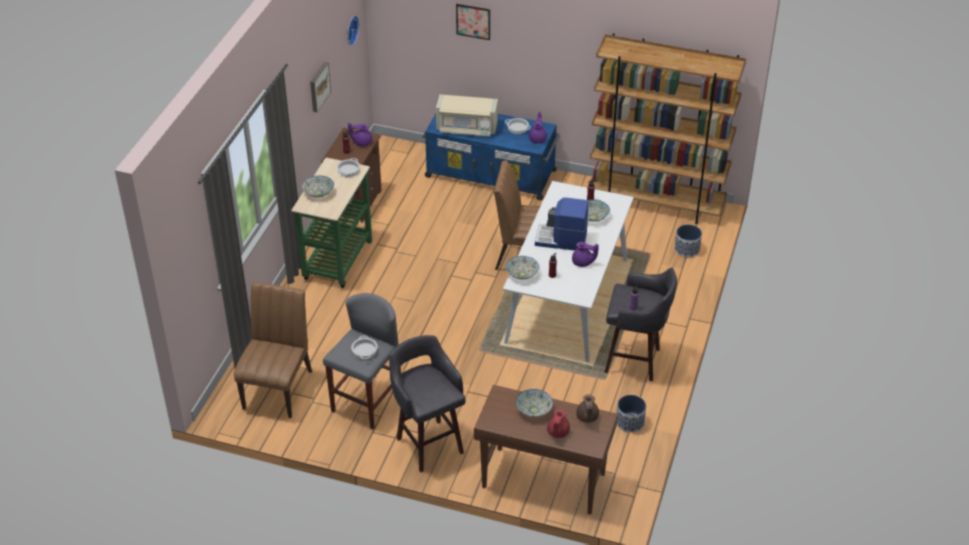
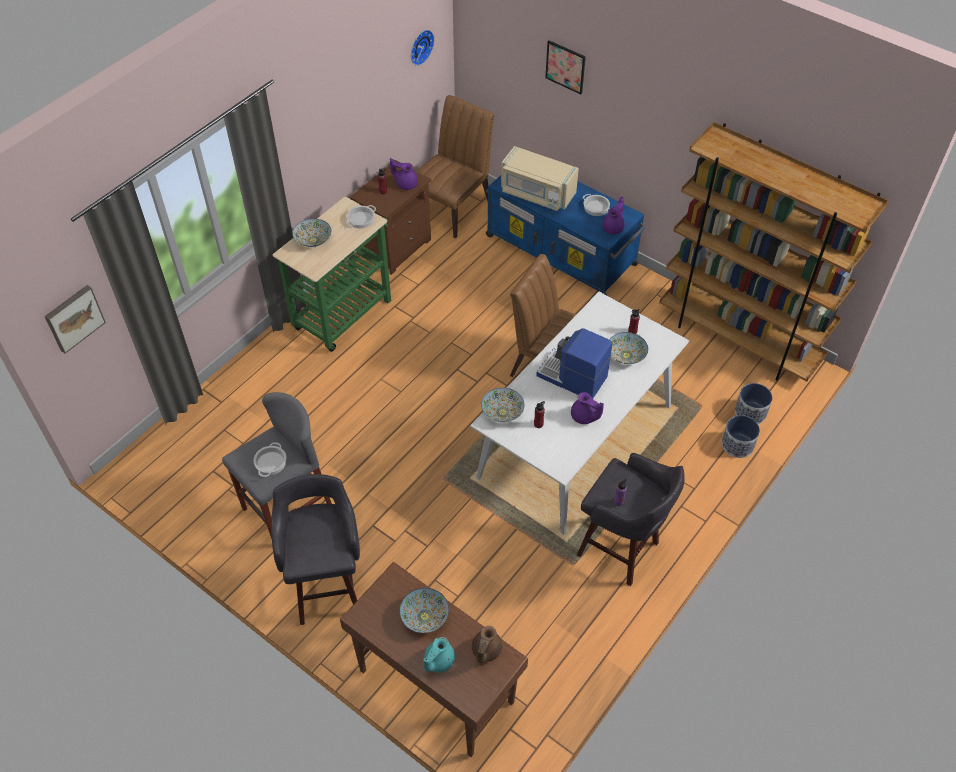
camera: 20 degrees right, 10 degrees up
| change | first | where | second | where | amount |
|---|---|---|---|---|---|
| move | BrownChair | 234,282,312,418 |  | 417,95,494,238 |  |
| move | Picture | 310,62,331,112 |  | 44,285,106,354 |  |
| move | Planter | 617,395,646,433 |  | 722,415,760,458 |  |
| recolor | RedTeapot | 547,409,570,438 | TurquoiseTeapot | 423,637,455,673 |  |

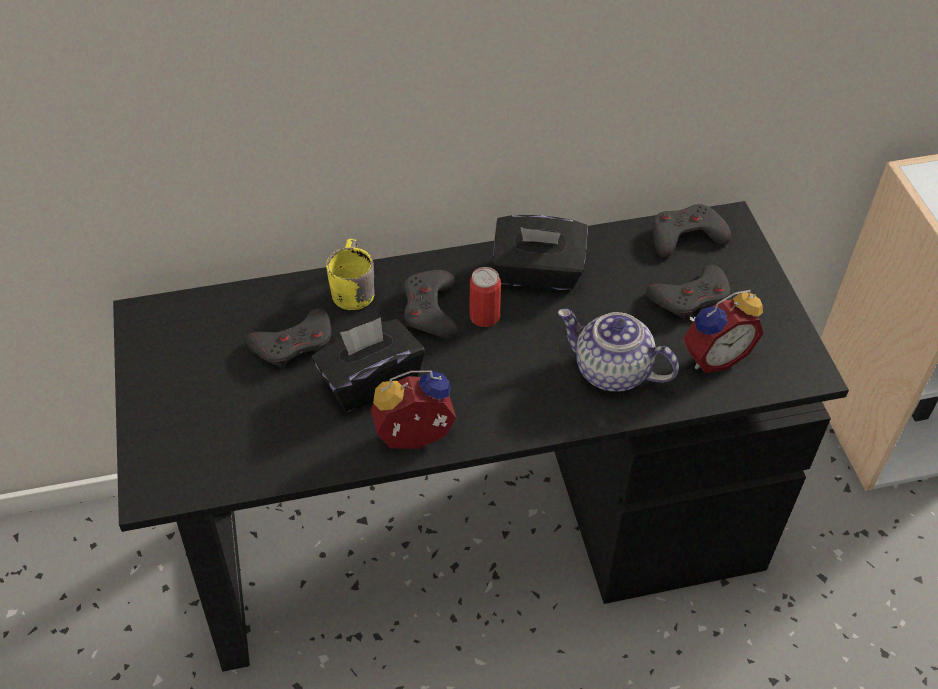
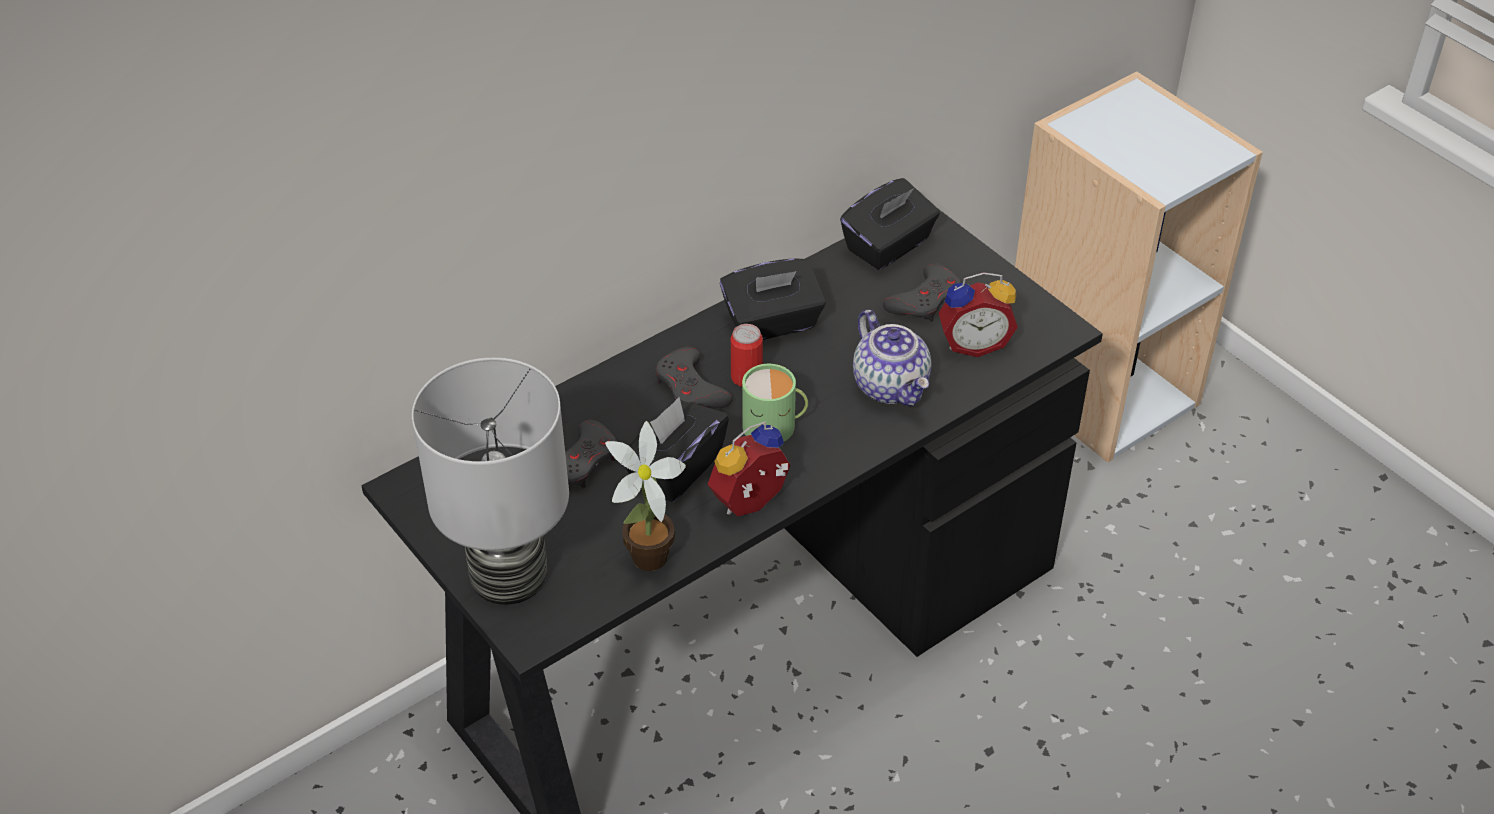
camera: 25 degrees left, 5 degrees down
| change | first | where | second | where | amount |
|---|---|---|---|---|---|
| delete | YellowMug | 326,239,375,310 |  |  |  |
| insert |  |  | GreyTableLamp | 412,357,569,605 |  |
| insert |  |  | PottedPlant | 605,421,686,571 |  |
| insert |  |  | GreenMug | 742,364,808,442 |  |
| replace | GreyGameController | 653,204,731,257 | BlackTissueBox | 840,178,940,270 |  |
| rotate | Teapot | 558,308,679,392 |  | 853,310,931,406 | 120 degrees counterclockwise |
| rotate | AlarmClock | 683,290,764,373 |  | 939,272,1018,357 | 45 degrees clockwise |

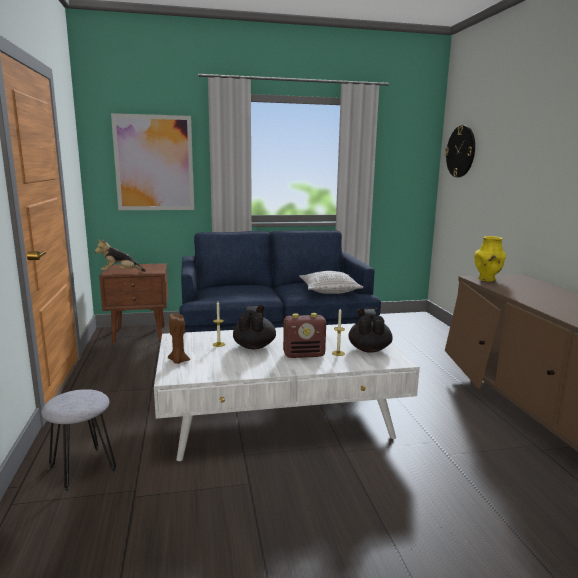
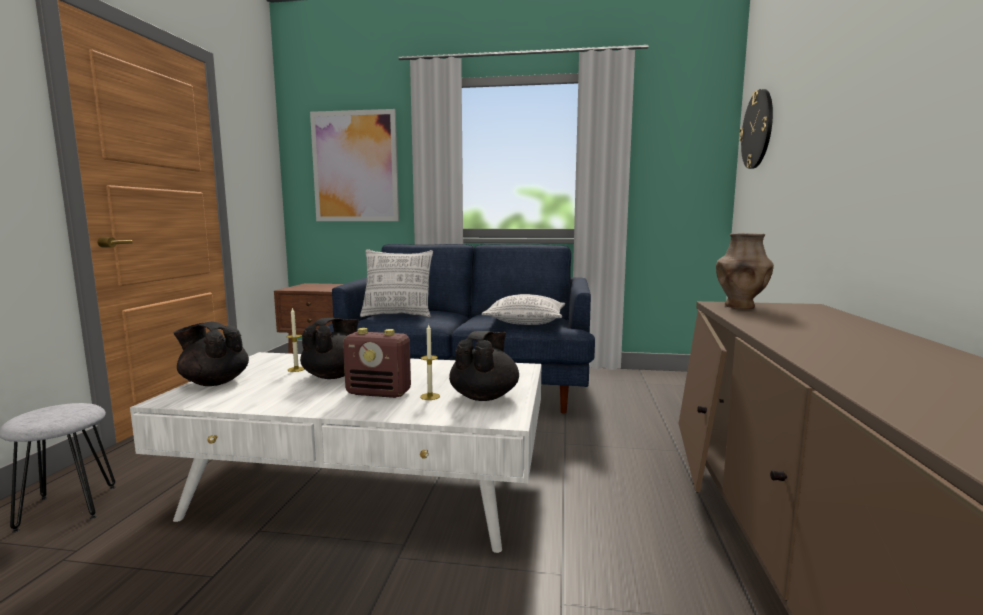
camera: 20 degrees right, 5 degrees down
| change | first | where | second | where | amount |
|---|---|---|---|---|---|
| delete | PlushToy | 95,239,146,272 |  |  |  |
| insert |  |  | Pillow | 360,249,433,318 |  |
| replace | BrownCandle | 168,314,190,364 | BlackTeapot | 174,322,249,386 |  |
| recolor | YellowVase | 474,236,506,282 | BrownVase | 716,233,774,309 |  |

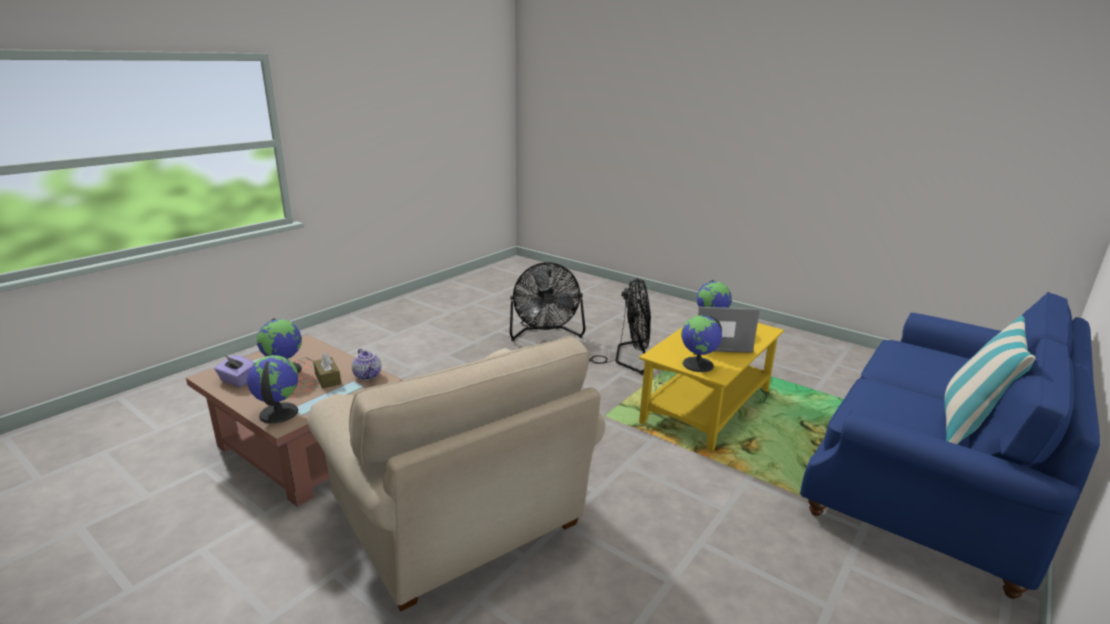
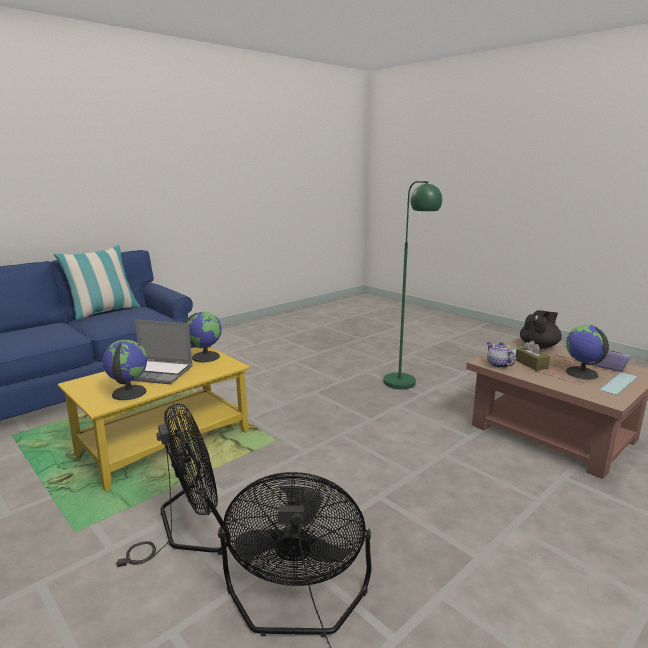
camera: 170 degrees left, 5 degrees down
| change | first | where | second | where | amount |
|---|---|---|---|---|---|
| replace | Globe | 247,355,299,423 | BlackTeapot | 520,310,562,349 |  |
| replace | BeigeArmchair | 307,336,605,611 | GreenFloorLamp | 383,181,442,389 |  |
| rotate | BlackFan | 589,278,651,375 |  | 114,403,231,567 | 135 degrees clockwise |

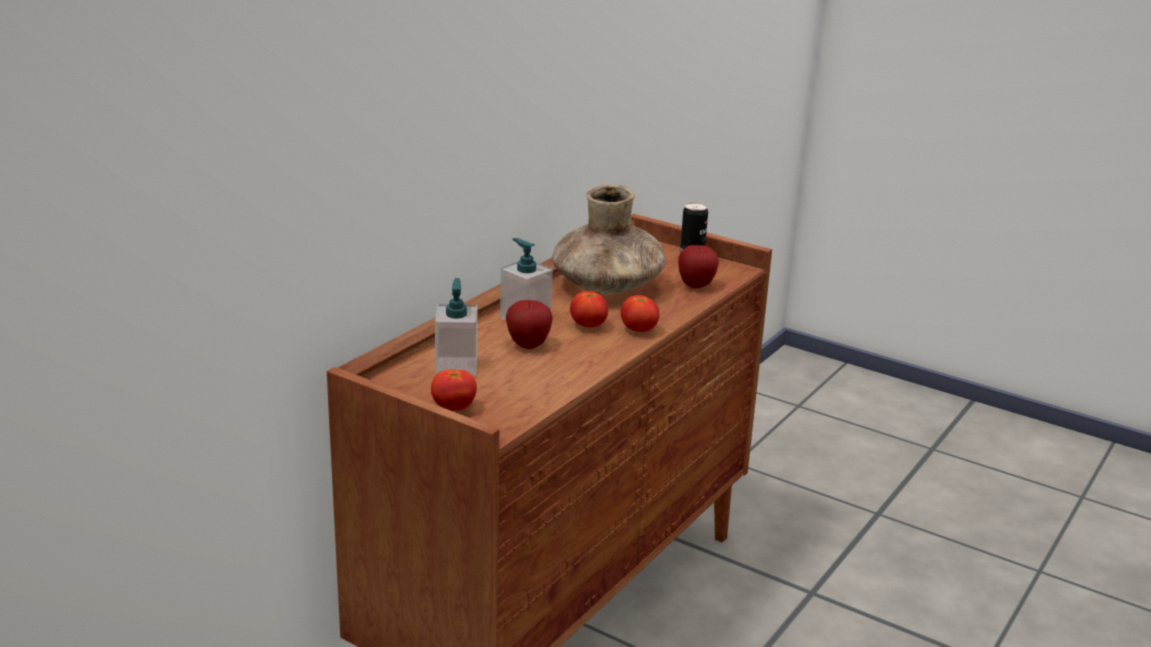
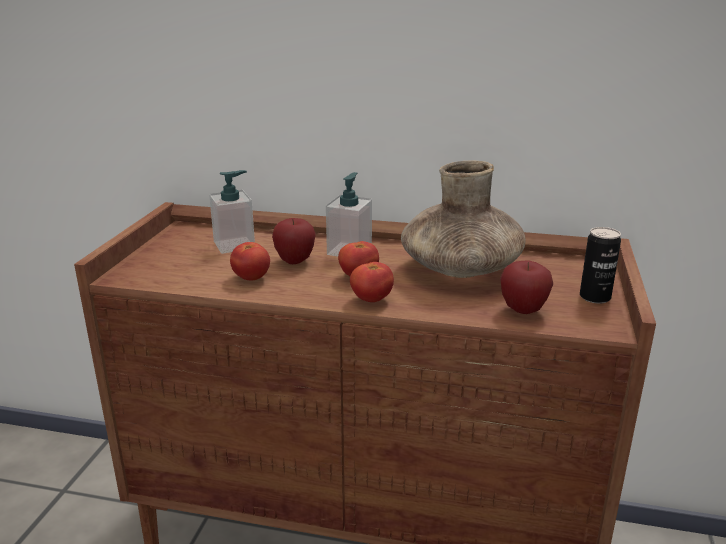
camera: 70 degrees right, 0 degrees up
| change | first | where | second | where | amount |
|---|---|---|---|---|---|
| move | Tomato | 431,369,477,411 |  | 230,242,270,280 |  |

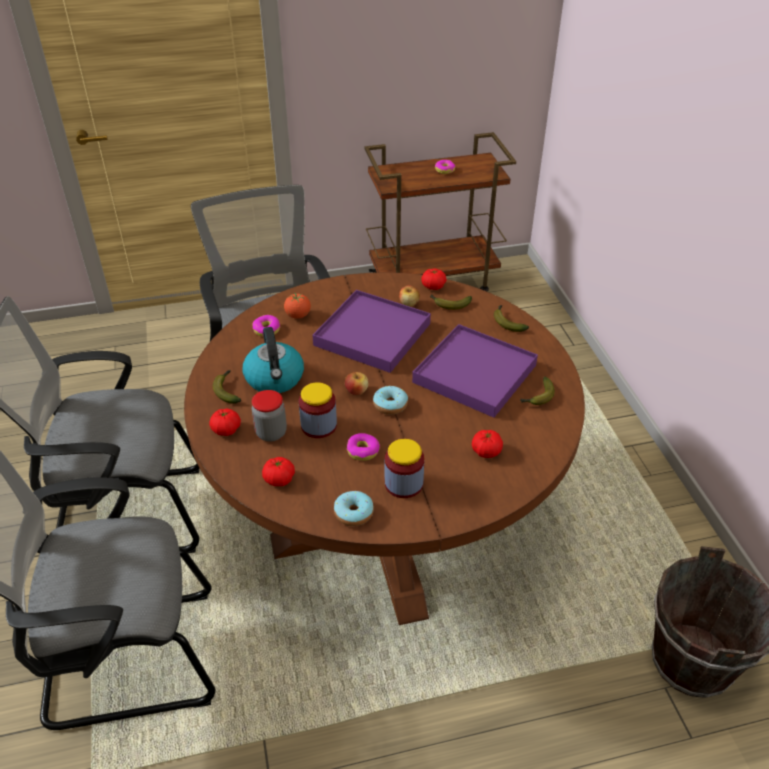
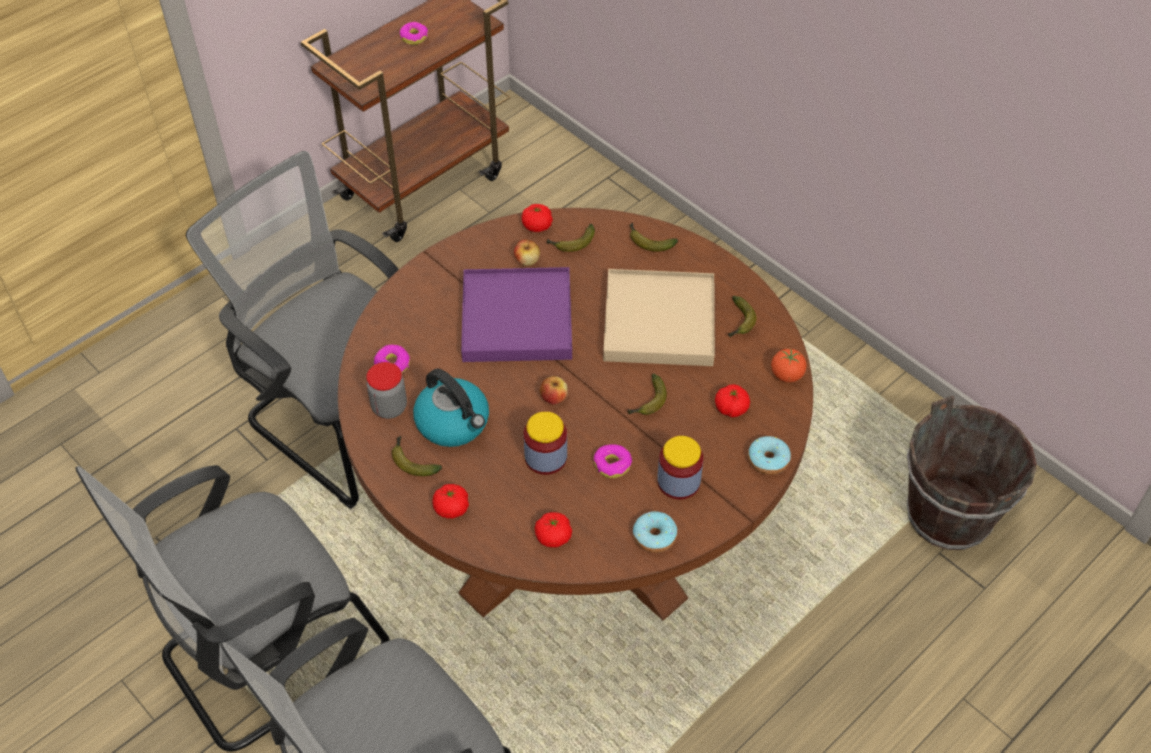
camera: 30 degrees left, 10 degrees up
| change | first | where | second | where | amount |
|---|---|---|---|---|---|
| insert |  |  | Banana | 628,374,667,415 |  |
| move | Jar | 252,390,287,442 |  | 366,362,407,419 |  |
| move | Tomato | 284,293,311,319 |  | 771,349,807,382 |  |
| move | Donut | 373,386,408,415 |  | 748,436,791,475 |  |
| recolor | PurpleTray | 412,324,538,418 | BeigeTray | 603,269,715,366 |  |

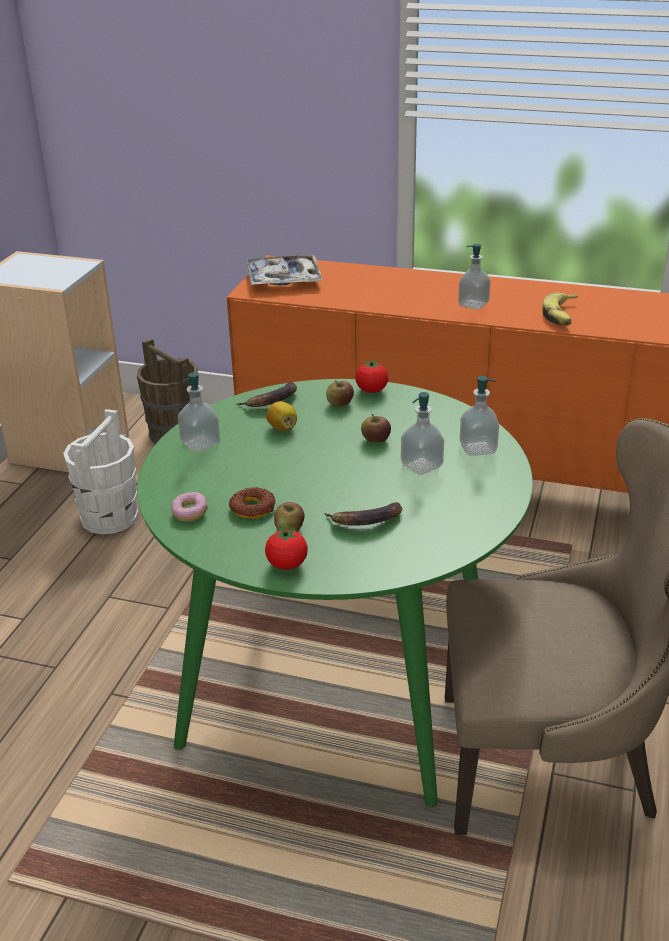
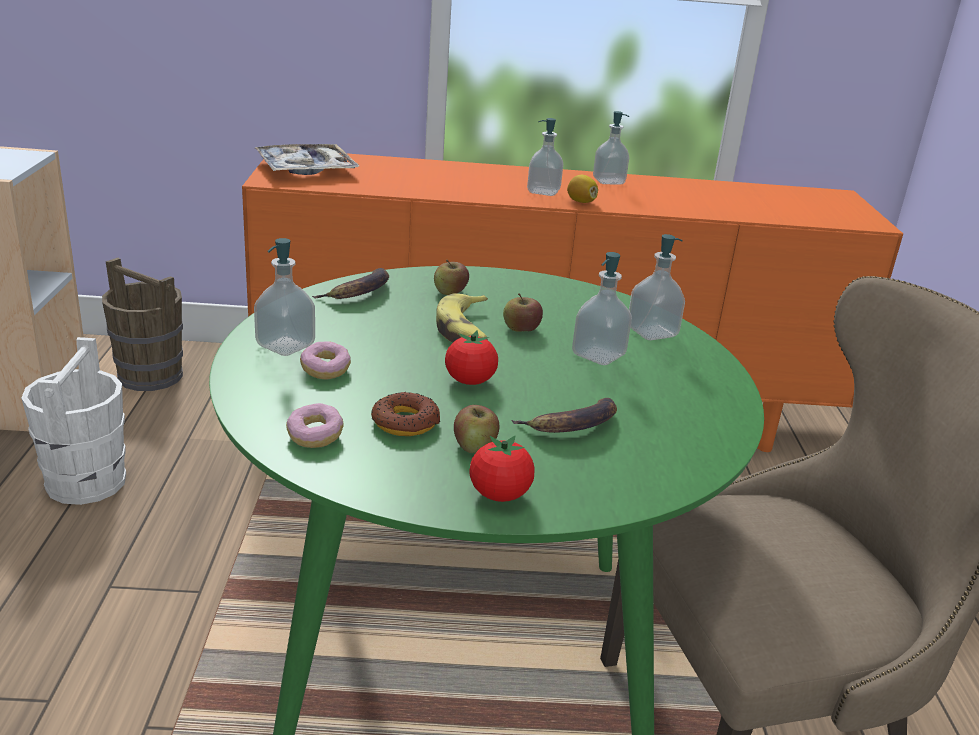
camera: 20 degrees left, 5 degrees down
| change | first | where | second | where | amount |
|---|---|---|---|---|---|
| insert |  |  | Donut | 300,341,351,379 |  |
| insert |  |  | SoapDispenser | 593,111,629,184 |  |
| move | Lemon | 266,401,297,431 |  | 567,175,598,203 |  |
| move | Tomato | 355,359,388,393 |  | 445,330,498,385 |  |
| move | Banana | 543,292,578,326 |  | 436,293,488,342 |  |

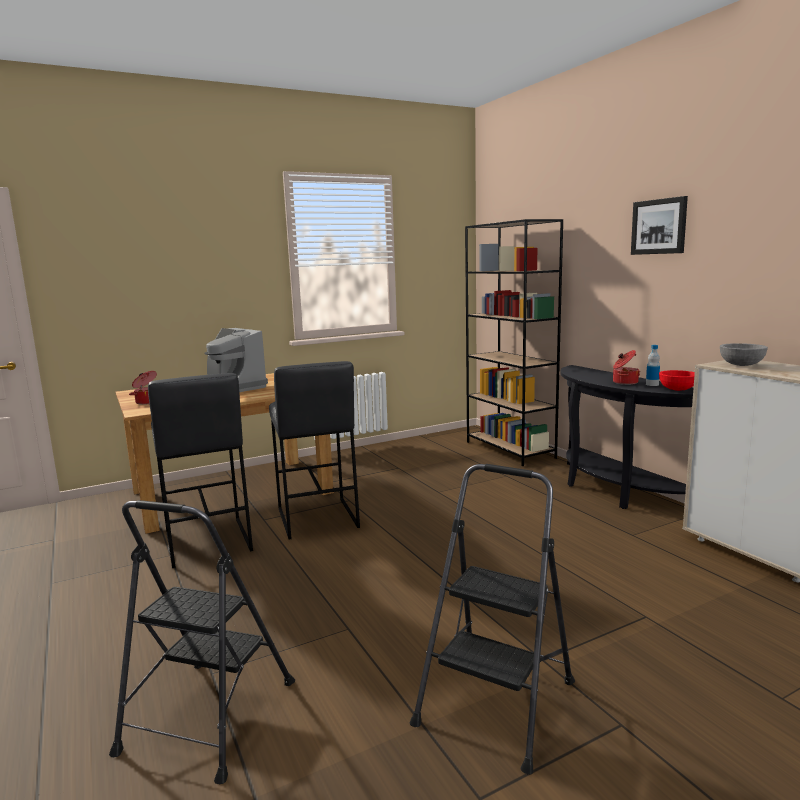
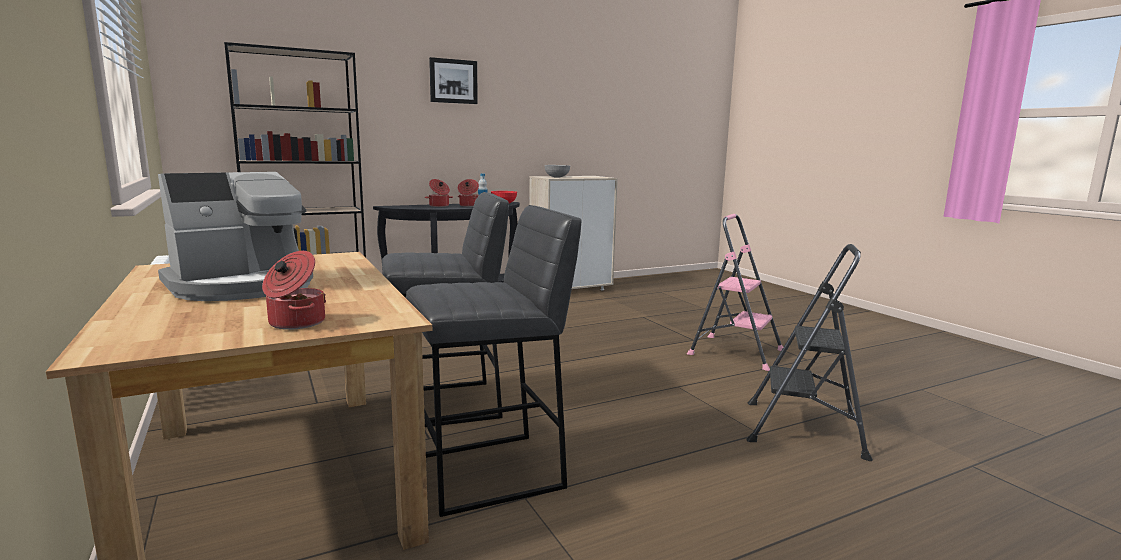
camera: 90 degrees left, 0 degrees up
| change | first | where | second | where | amount |
|---|---|---|---|---|---|
| insert |  |  | CookingPot | 425,179,453,207 |  |
| recolor | BlackStepLadder | 410,464,575,775 | PinkStepLadder | 687,214,783,371 |  |

